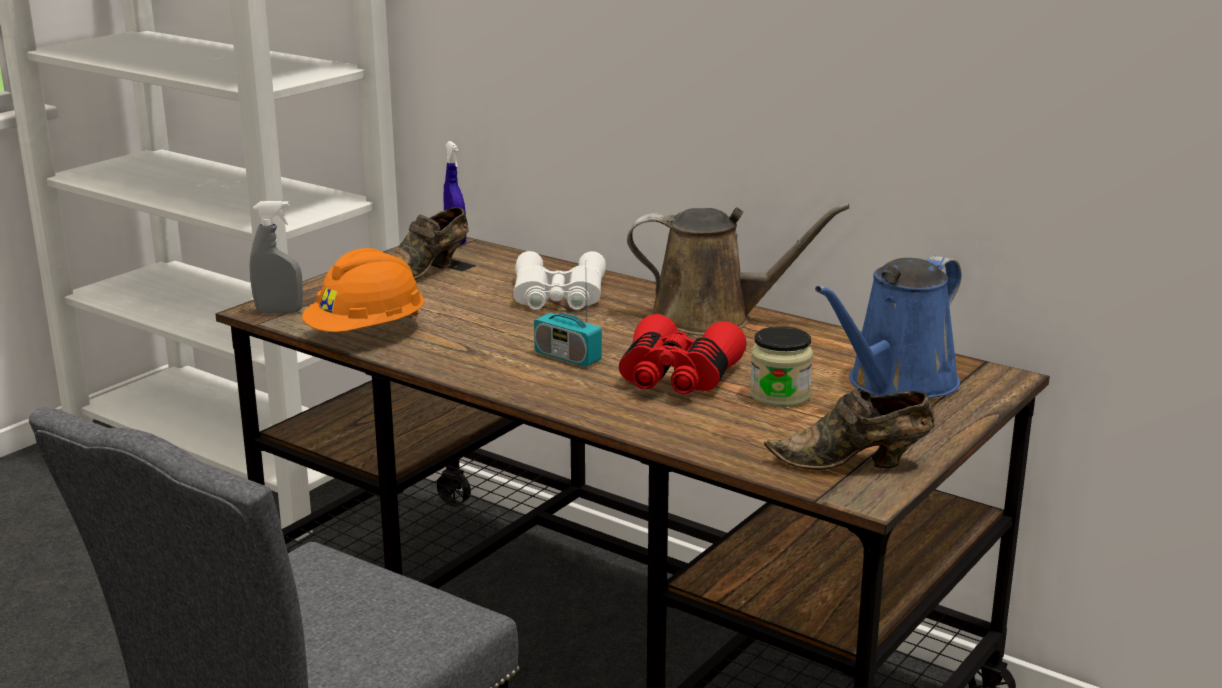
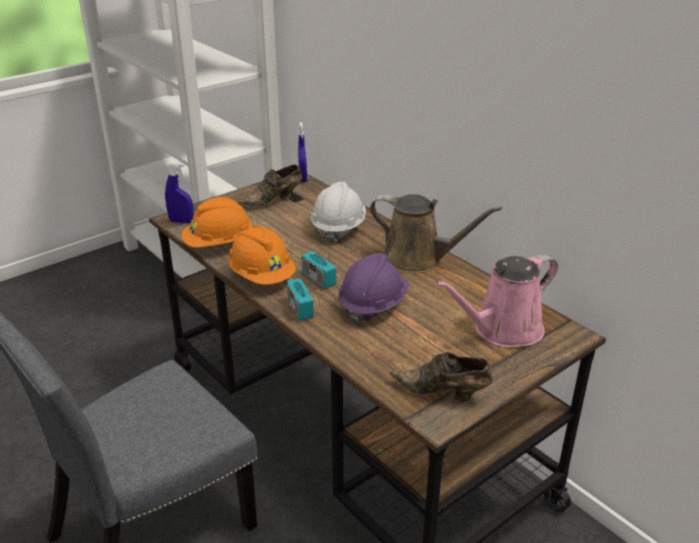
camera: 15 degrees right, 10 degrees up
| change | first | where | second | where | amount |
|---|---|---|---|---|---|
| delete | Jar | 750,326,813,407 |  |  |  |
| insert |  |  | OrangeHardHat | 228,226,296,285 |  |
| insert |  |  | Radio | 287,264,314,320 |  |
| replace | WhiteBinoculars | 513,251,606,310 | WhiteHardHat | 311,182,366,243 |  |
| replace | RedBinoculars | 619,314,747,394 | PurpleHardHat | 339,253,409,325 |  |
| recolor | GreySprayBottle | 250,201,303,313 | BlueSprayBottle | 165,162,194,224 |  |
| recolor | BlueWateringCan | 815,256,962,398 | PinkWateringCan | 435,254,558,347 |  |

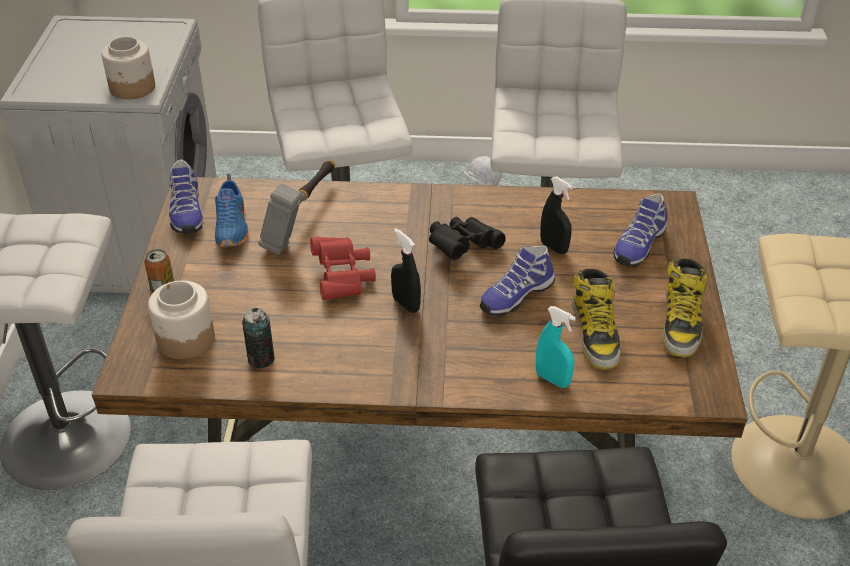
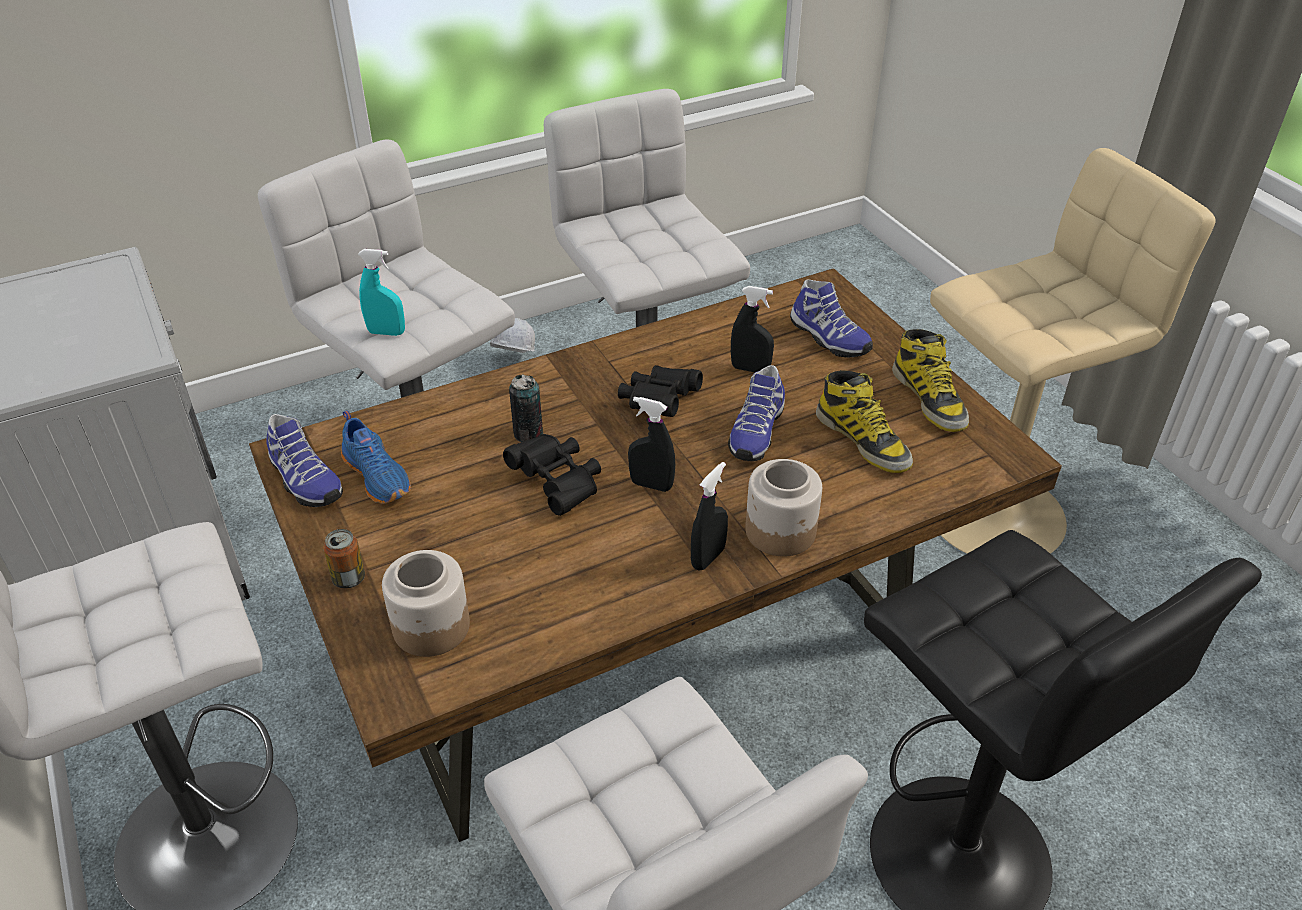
camera: 30 degrees left, 0 degrees up
| change | first | where | second | where | amount |
|---|---|---|---|---|---|
| delete | Hammer | 258,160,335,254 |  |  |  |
| insert |  |  | BlackSprayBottle | 691,462,728,570 |  |
| move | Jar | 101,36,155,100 |  | 745,459,822,557 |  |
| move | Can | 242,308,275,368 |  | 509,374,543,442 |  |
| move | TurquoiseSprayBottle | 536,306,576,388 |  | 358,249,405,336 |  |
| recolor | RedBinoculars | 310,236,376,300 | BlackBinoculars | 503,434,601,516 |  |
| rotate | Shoe | 614,193,667,267 |  | 790,279,873,357 | 45 degrees counterclockwise |

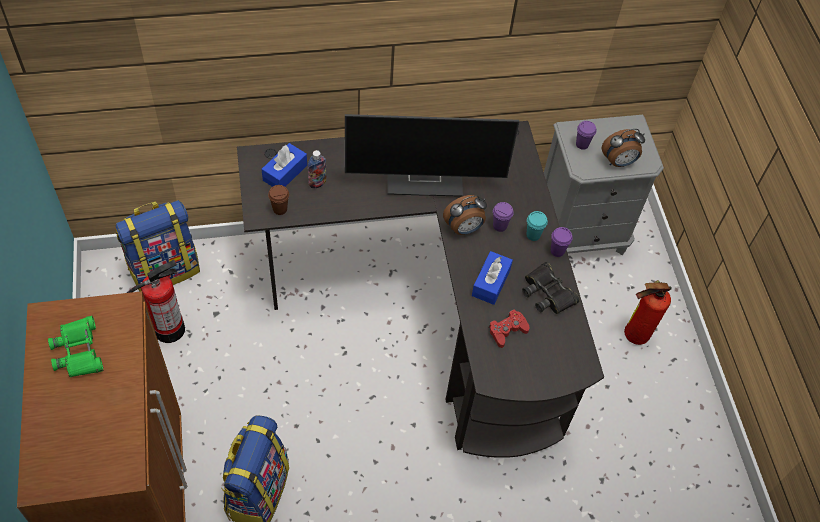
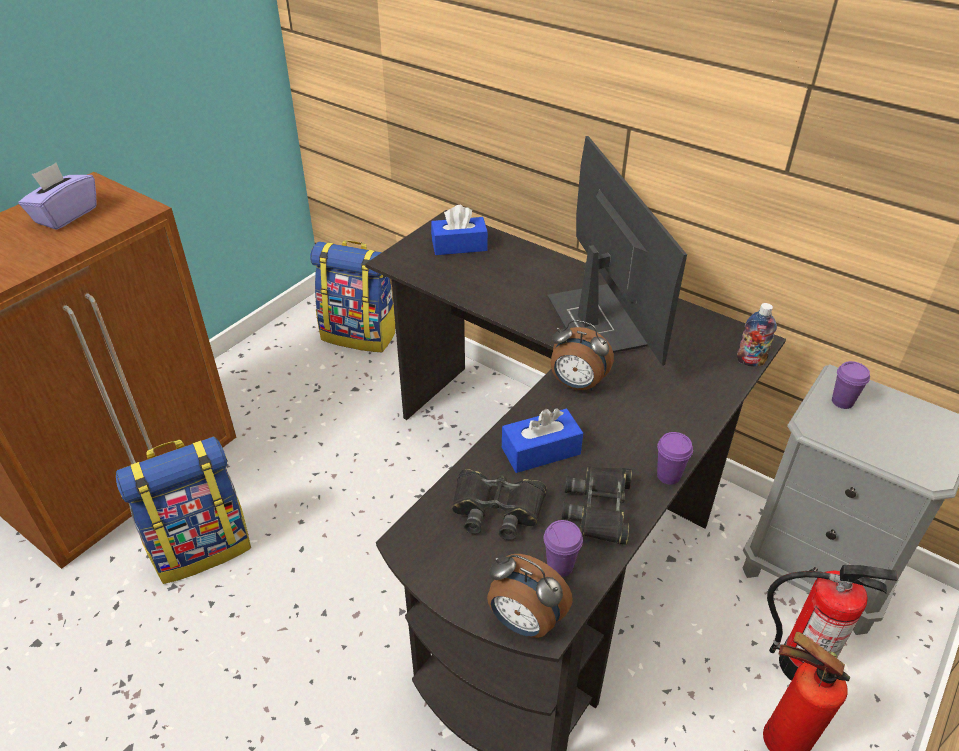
camera: 50 degrees right, 15 degrees down
| change | first | where | second | where | amount |
|---|---|---|---|---|---|
| delete | BrownCup | 268,185,289,215 |  |  |  |
| delete | TurquoiseCup | 527,211,548,241 |  |  |  |
| move | FireExtinguisher | 127,260,185,343 |  | 767,562,898,681 |  |
| move | Bottle | 308,150,326,189 |  | 737,303,777,367 |  |
| move | PurpleCup | 493,202,514,232 |  | 544,520,583,577 |  |
| move | AlarmClock | 601,129,645,167 |  | 487,554,573,638 |  |
| replace | GreenBinoculars | 48,316,103,377 | PurpleTissueBox | 18,163,97,230 |  |
| replace | RedGameController | 489,309,530,348 | BlackBinoculars | 452,469,547,540 |  |
| rotate | Monitor | 345,114,519,197 |  | 548,136,687,366 | 150 degrees counterclockwise |

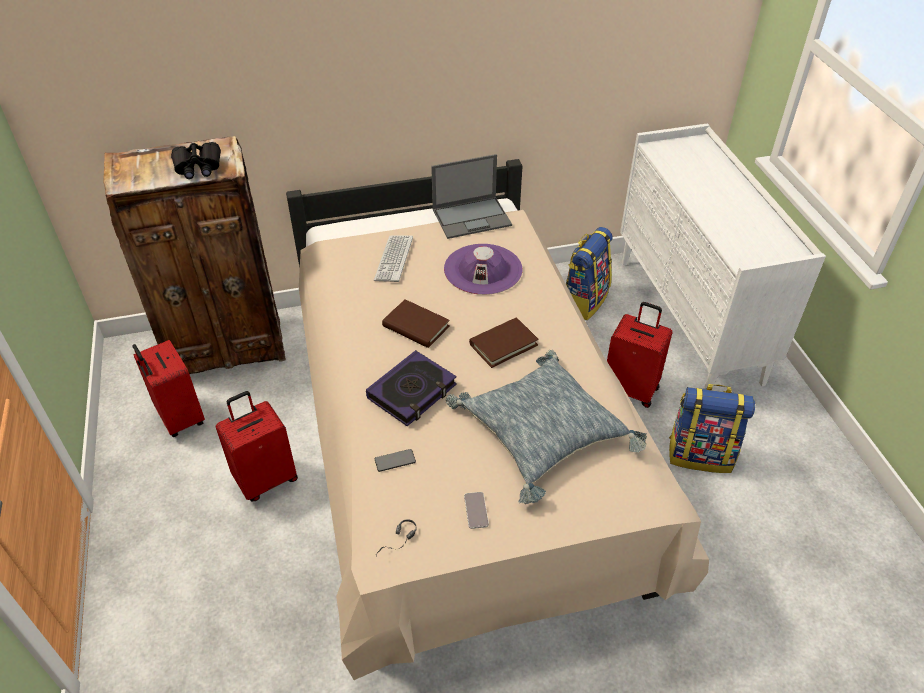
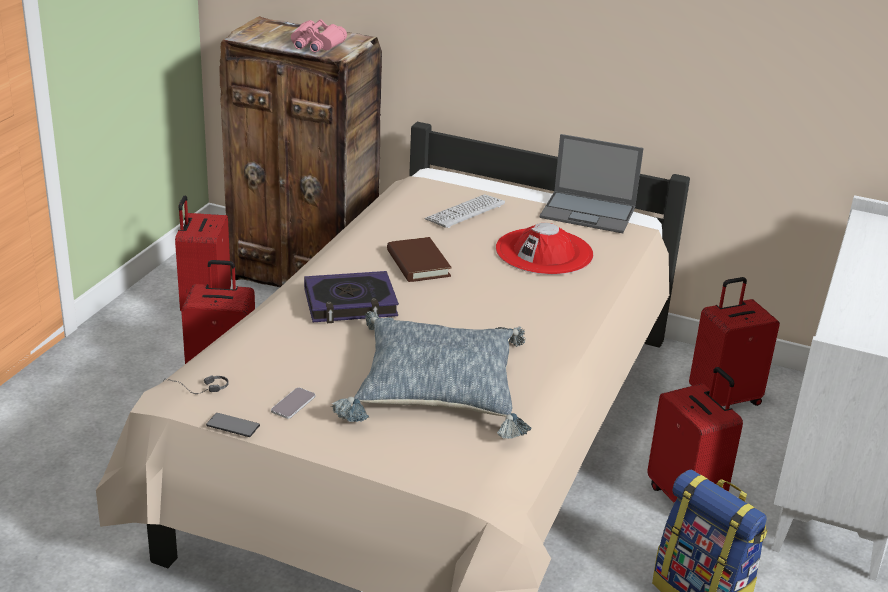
camera: 35 degrees right, 15 degrees down
| change | first | where | second | where | amount |
|---|---|---|---|---|---|
| delete | BrownBook | 469,317,539,368 |  |  |  |
| move | Phone | 375,449,416,472 |  | 206,413,260,437 |  |
| replace | Backpack | 566,227,613,320 | RedSuitcase | 689,277,780,406 |  |
| recolor | BlackBinoculars | 171,142,221,179 | PinkBinoculars | 291,20,347,52 |  |
| recolor | PurpleHat | 444,244,522,295 | RedHat | 496,223,593,275 |  |

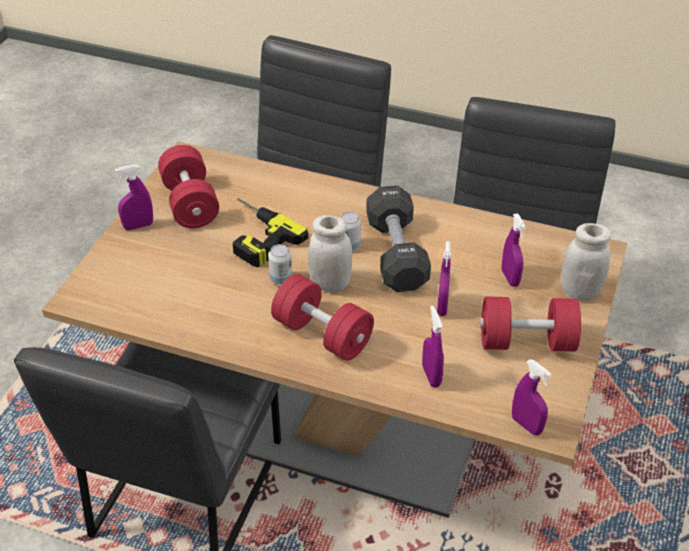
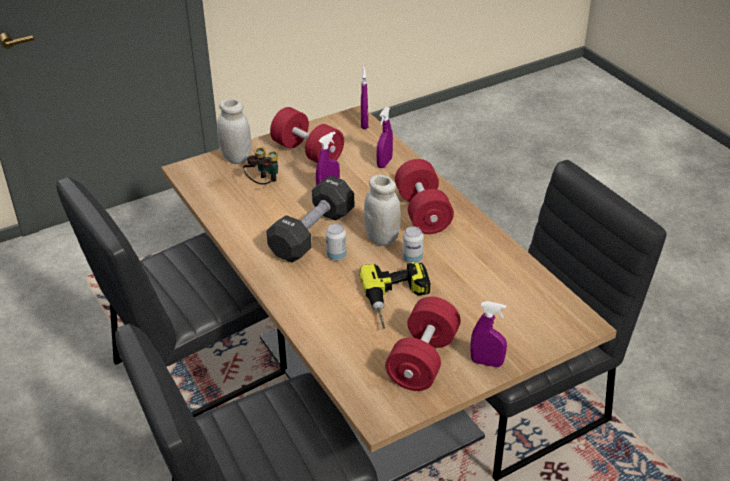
camera: 140 degrees left, 5 degrees down
| change | first | where | second | where | amount |
|---|---|---|---|---|---|
| replace | PurpleSprayBottle | 502,213,526,287 | Binoculars | 243,147,278,185 |  |

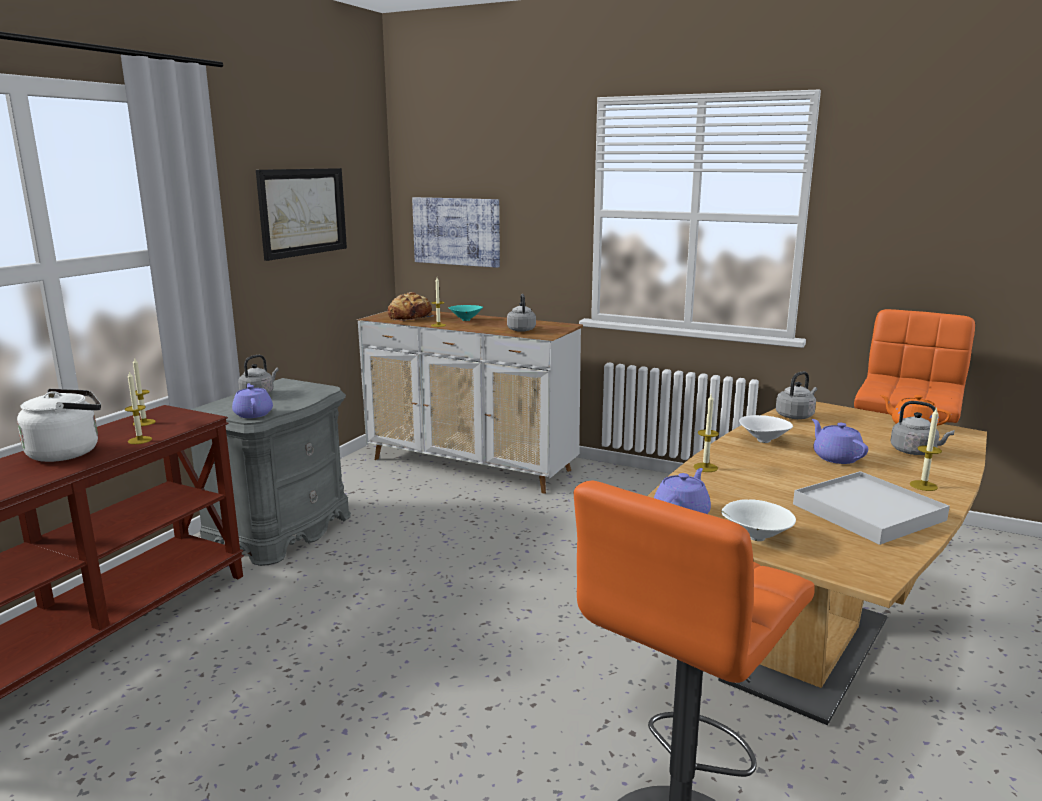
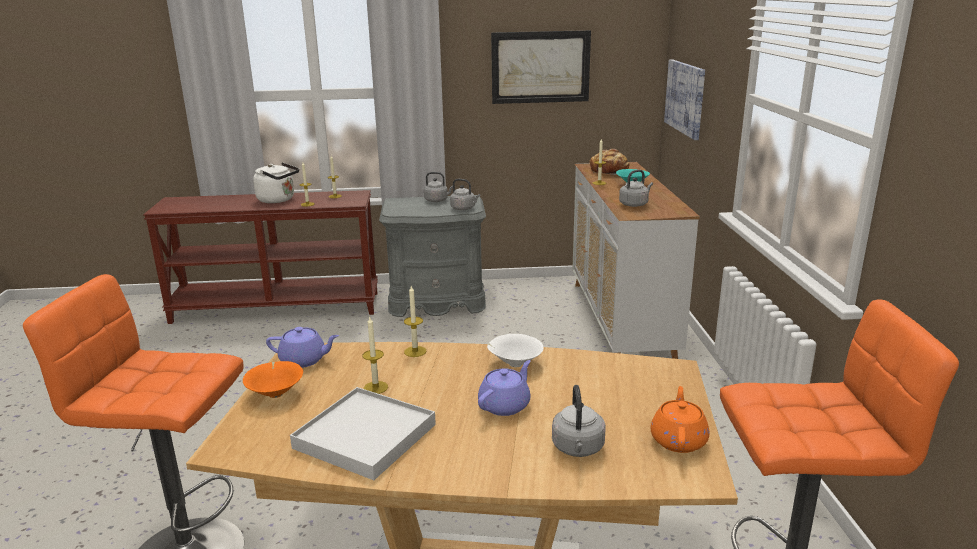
camera: 60 degrees right, 5 degrees up
| change | first | where | second | where | amount |
|---|---|---|---|---|---|
| delete | PurpleTeapot | 232,383,273,418 |  |  |  |
| move | GreyKettle | 776,371,817,419 |  | 450,179,480,210 |  |
| move | Candle | 910,407,942,491 |  | 362,317,388,394 |  |
| recolor | WhiteBowl | 721,499,796,541 | OrangeBowl | 243,361,303,398 |  |

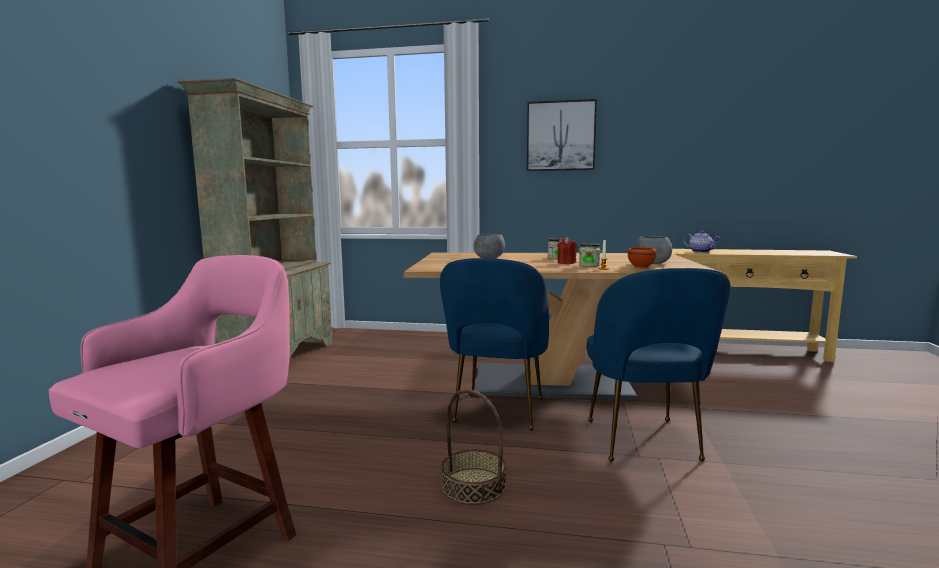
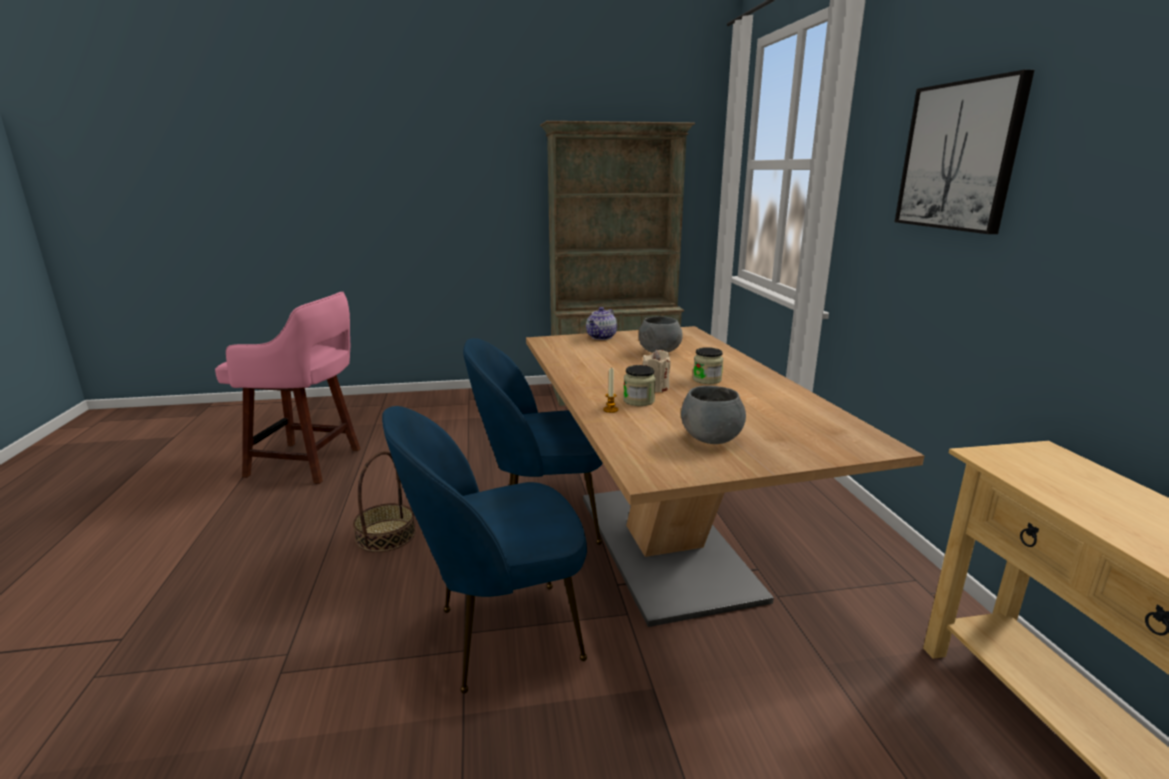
camera: 70 degrees right, 10 degrees up
| change | first | where | second | where | amount |
|---|---|---|---|---|---|
| delete | BrownBowl | 628,247,657,269 |  |  |  |
| move | Teapot | 683,231,720,253 |  | 586,307,617,340 |  |
| recolor | RedCandle | 558,237,577,264 | BeigeCandle | 643,350,671,392 |  |

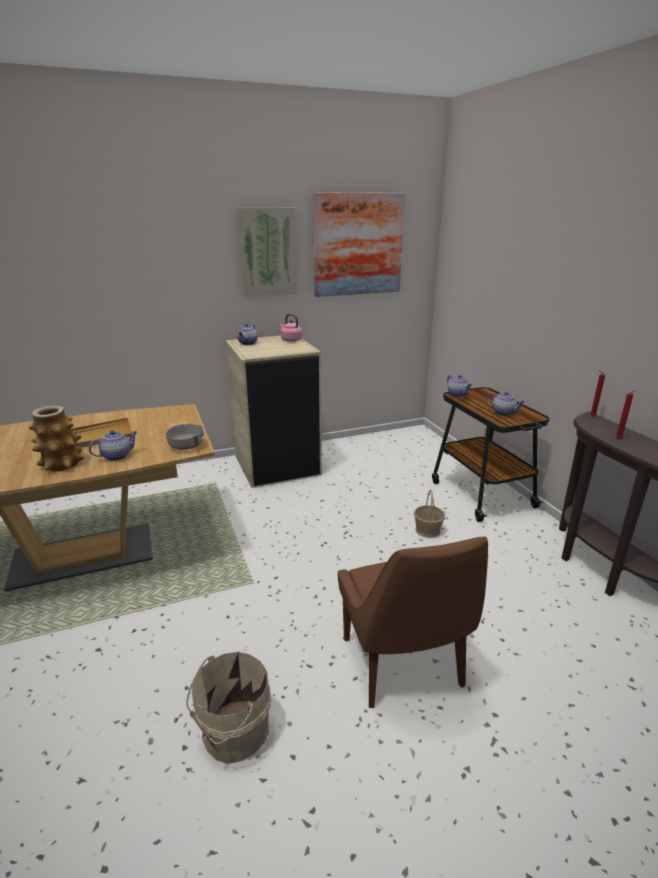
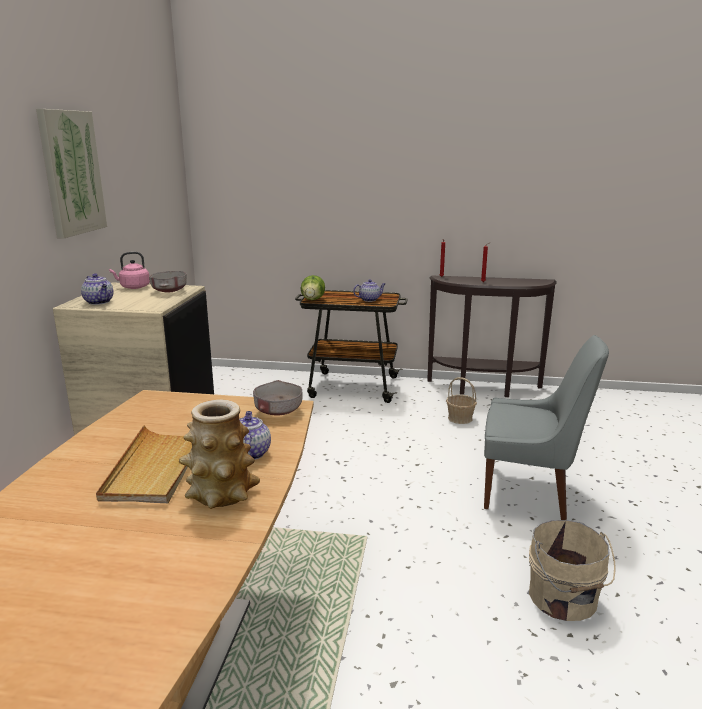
camera: 60 degrees left, 5 degrees down
| change | first | where | second | where | amount |
|---|---|---|---|---|---|
| delete | Picture | 313,192,405,297 |  |  |  |
| insert |  |  | GreyBowl | 149,271,187,293 |  |
| move | Basket | 414,489,445,538 |  | 446,377,477,424 |  |
| replace | Teapot | 447,375,472,397 | Lettuce | 301,275,325,300 |  |
| recolor | BrownChair | 338,536,488,708 | GreyChair | 484,335,609,520 |  |

